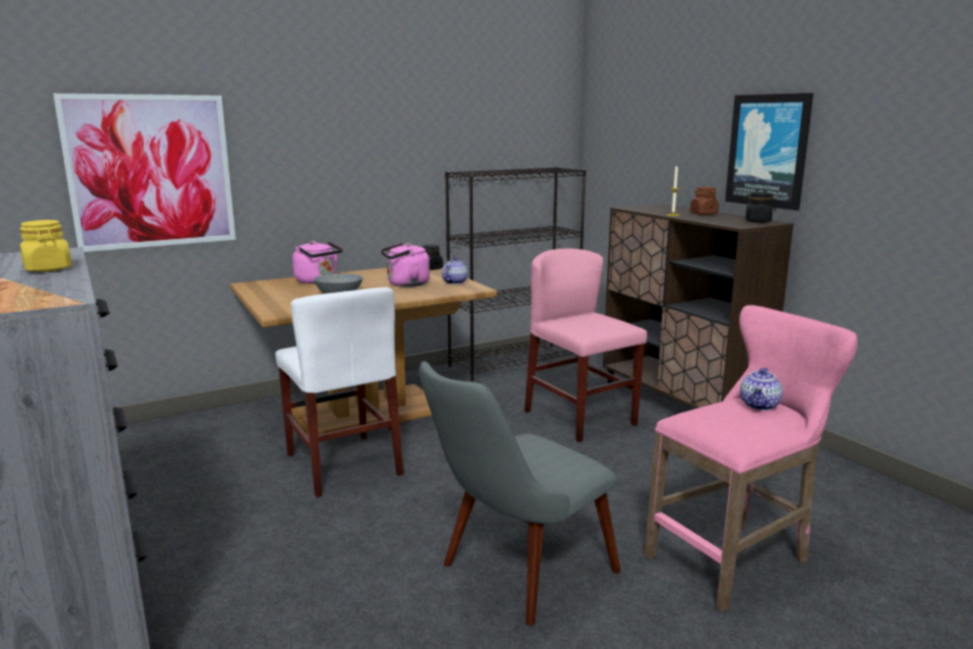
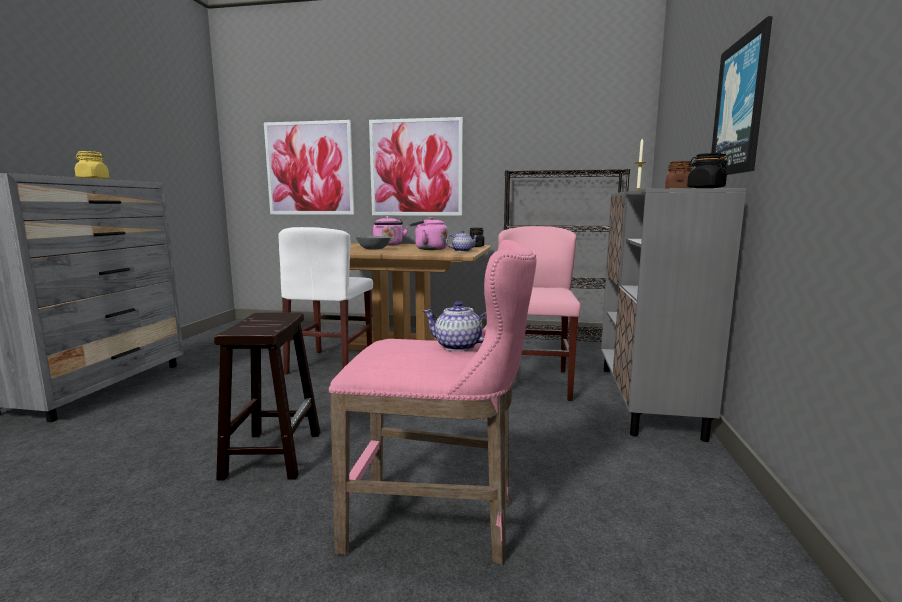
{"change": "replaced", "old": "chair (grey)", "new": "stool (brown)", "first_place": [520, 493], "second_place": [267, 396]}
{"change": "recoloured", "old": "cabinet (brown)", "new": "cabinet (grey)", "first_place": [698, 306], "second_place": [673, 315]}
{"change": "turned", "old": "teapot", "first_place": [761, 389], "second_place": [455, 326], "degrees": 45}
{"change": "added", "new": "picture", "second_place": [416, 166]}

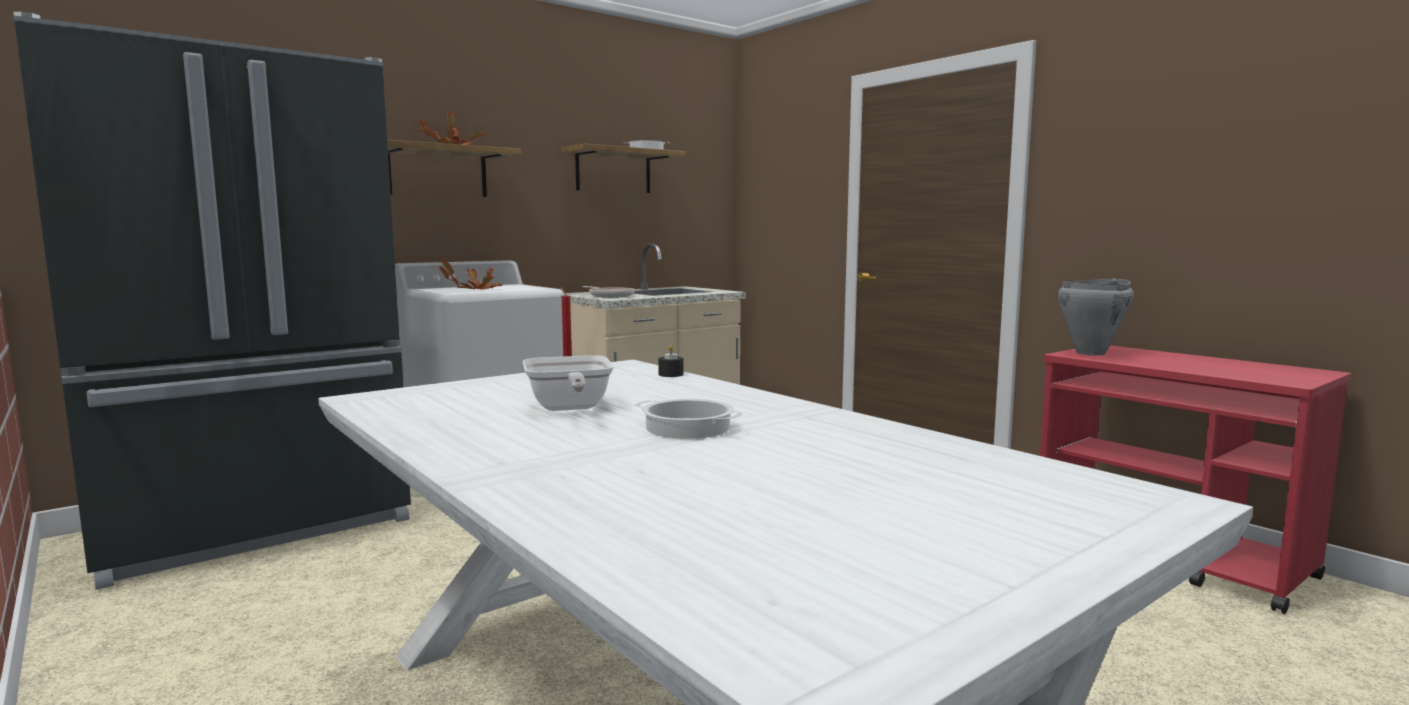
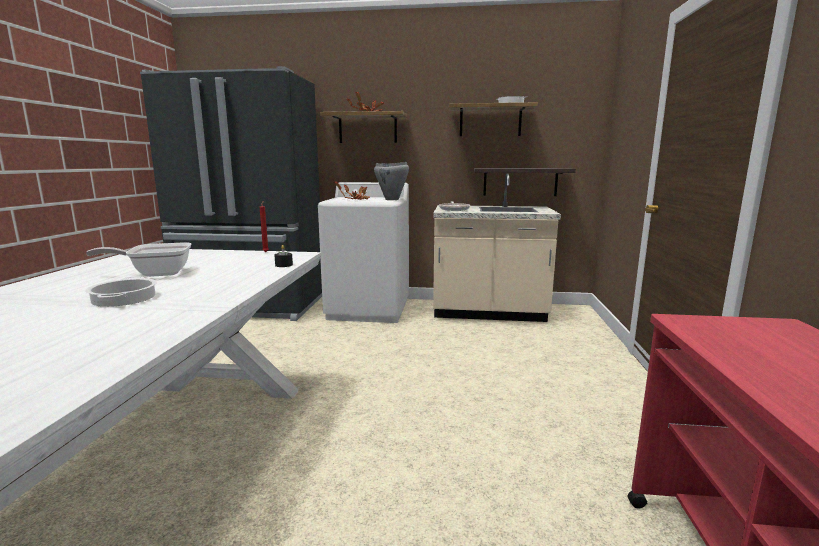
{"change": "turned", "old": "frying pan", "first_place": [568, 383], "second_place": [138, 259], "degrees": 45}
{"change": "moved", "old": "cooking pot (grey)", "first_place": [1096, 317], "second_place": [391, 181]}
{"change": "added", "new": "shelf", "second_place": [525, 182]}

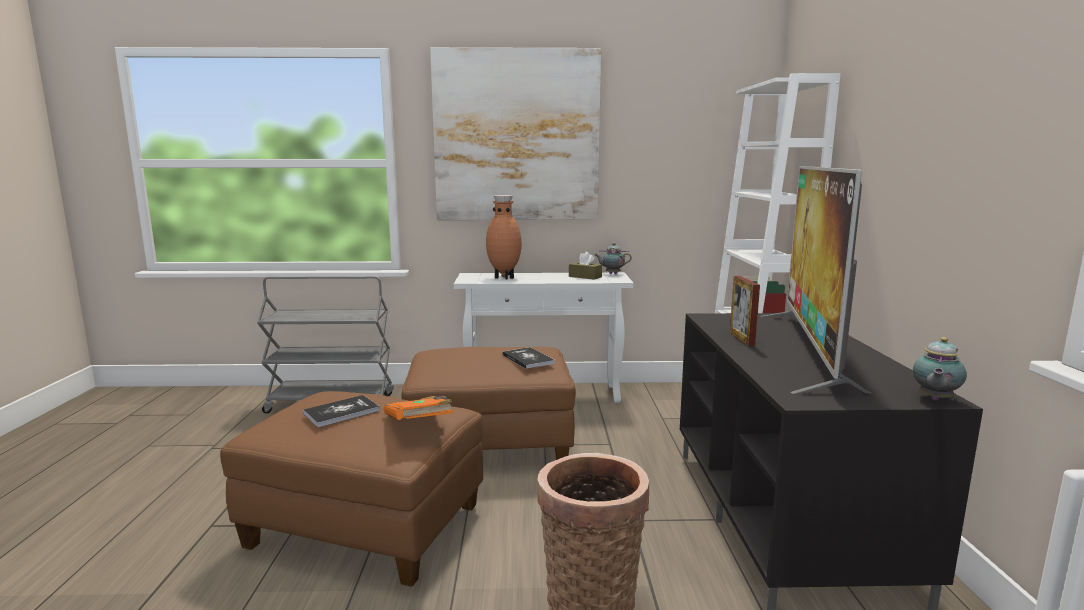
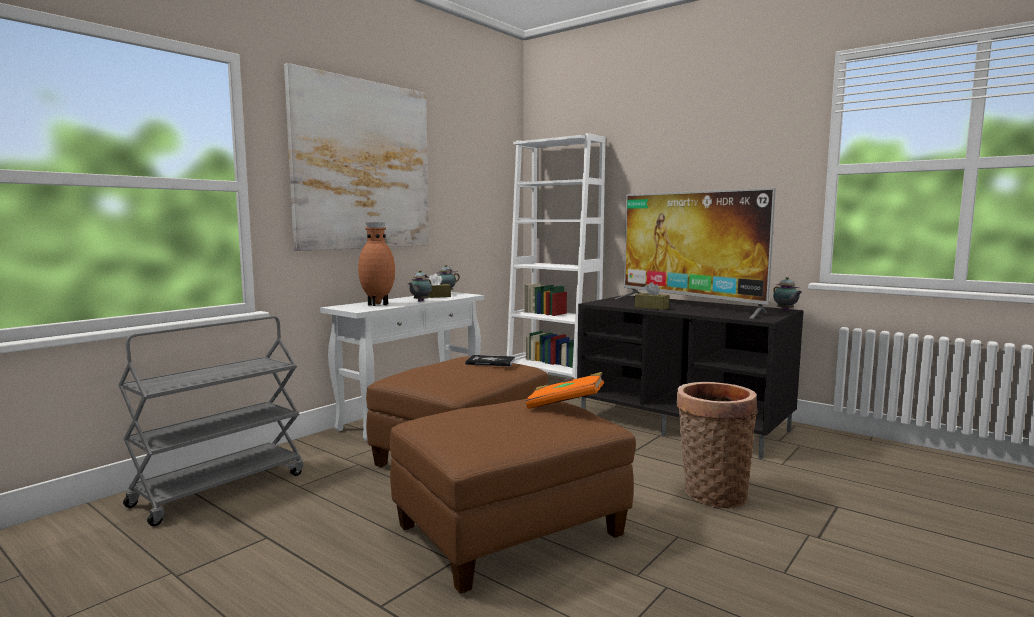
{"change": "removed", "old": "book", "first_place": [341, 411]}
{"change": "replaced", "old": "picture frame", "new": "tissue box (brown)", "first_place": [745, 311], "second_place": [652, 296]}
{"change": "added", "new": "teapot", "second_place": [420, 286]}

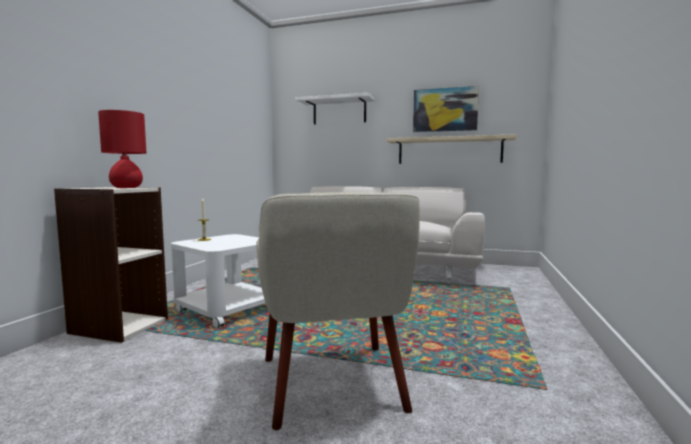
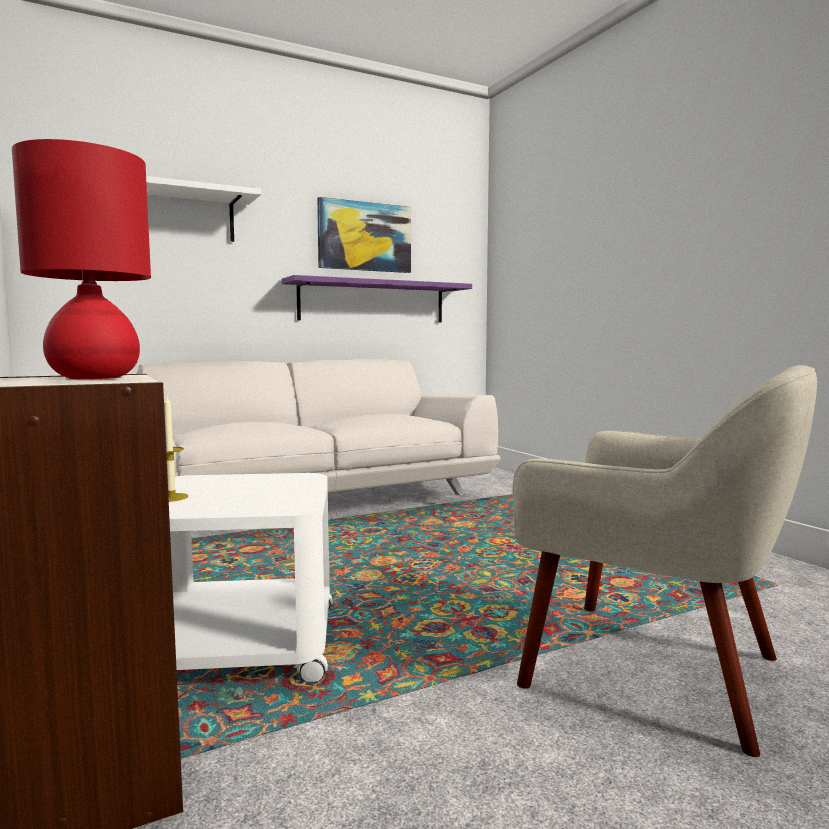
{"change": "recoloured", "old": "shelf (beige)", "new": "shelf (purple)", "first_place": [451, 149], "second_place": [376, 299]}

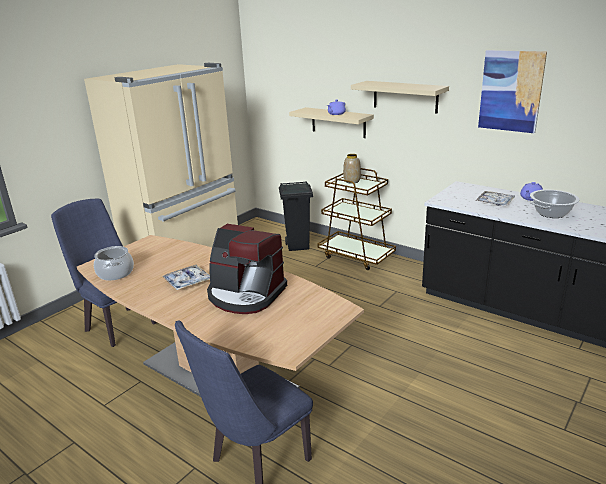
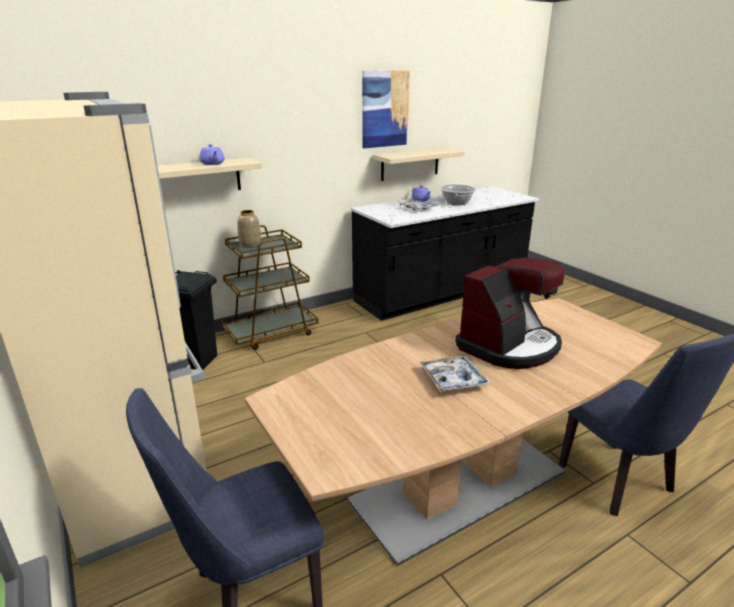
{"change": "removed", "old": "cooking pot", "first_place": [114, 263]}
{"change": "moved", "old": "shelf (beige)", "first_place": [400, 97], "second_place": [419, 164]}

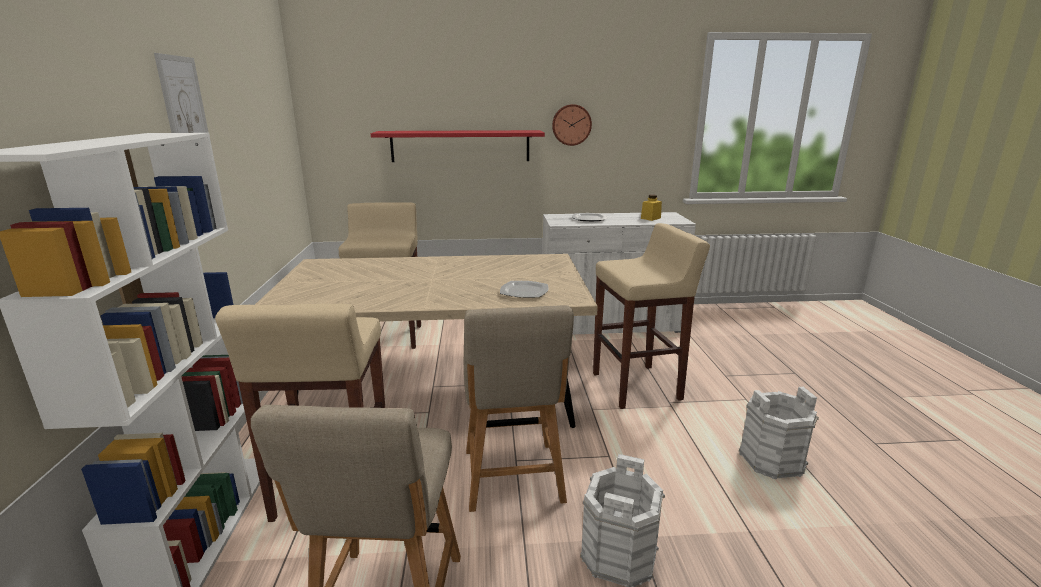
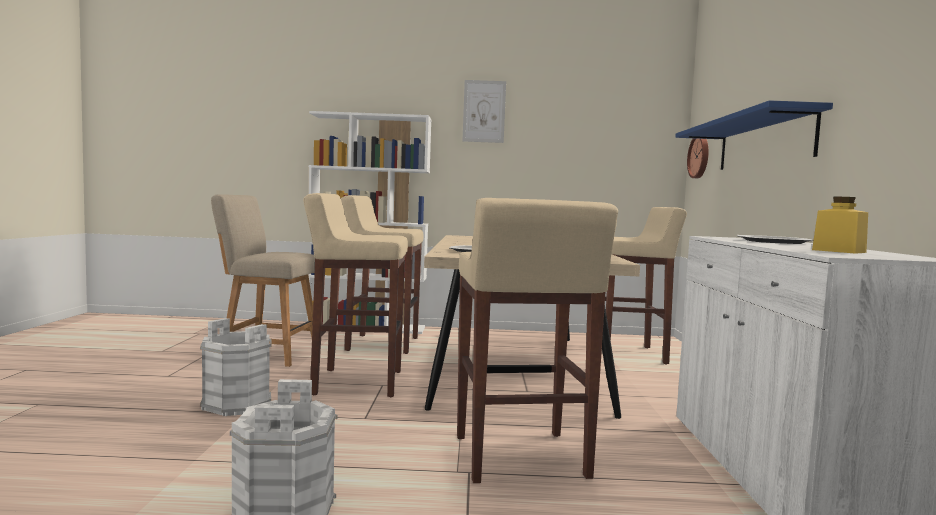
{"change": "recoloured", "old": "shelf (red)", "new": "shelf (blue)", "first_place": [458, 146], "second_place": [754, 135]}
{"change": "replaced", "old": "chair (beige)", "new": "stool (beige)", "first_place": [519, 408], "second_place": [355, 295]}
{"change": "moved", "old": "wall clock", "first_place": [572, 125], "second_place": [698, 158]}

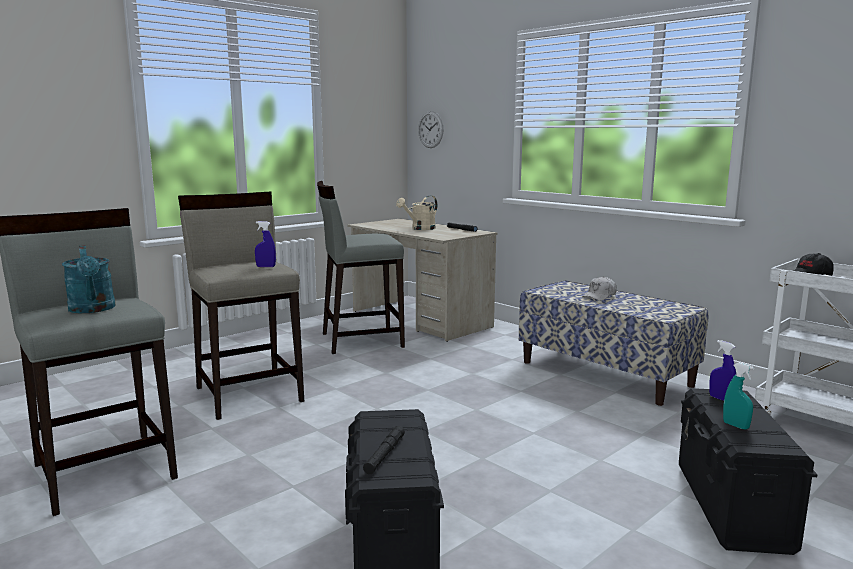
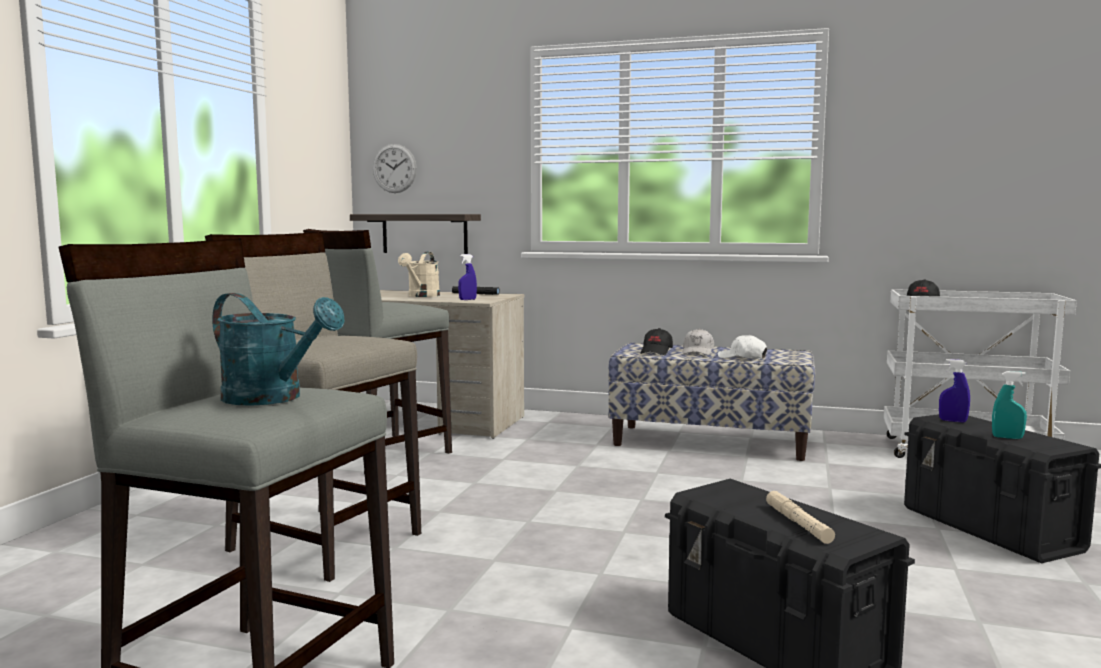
{"change": "moved", "old": "spray bottle (blue)", "first_place": [265, 244], "second_place": [467, 277]}
{"change": "recoloured", "old": "flashlight (black)", "new": "flashlight (beige)", "first_place": [384, 450], "second_place": [800, 517]}
{"change": "added", "new": "shelf", "second_place": [415, 234]}
{"change": "added", "new": "cap (black)", "second_place": [656, 341]}
{"change": "added", "new": "cap (white)", "second_place": [742, 347]}

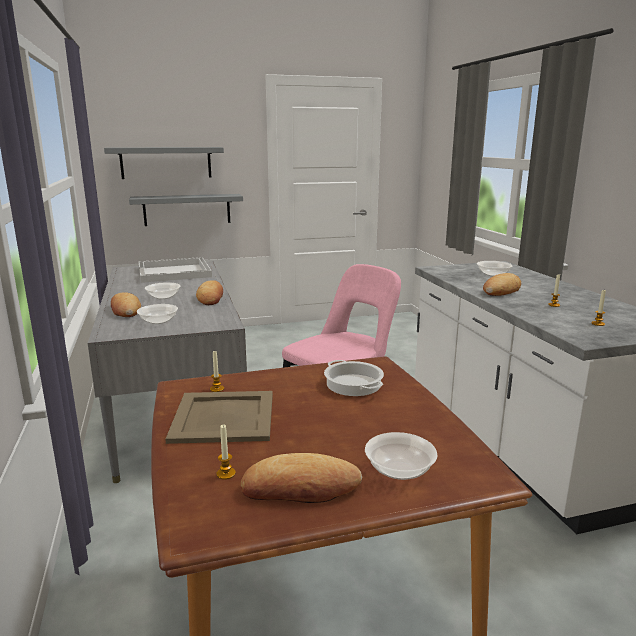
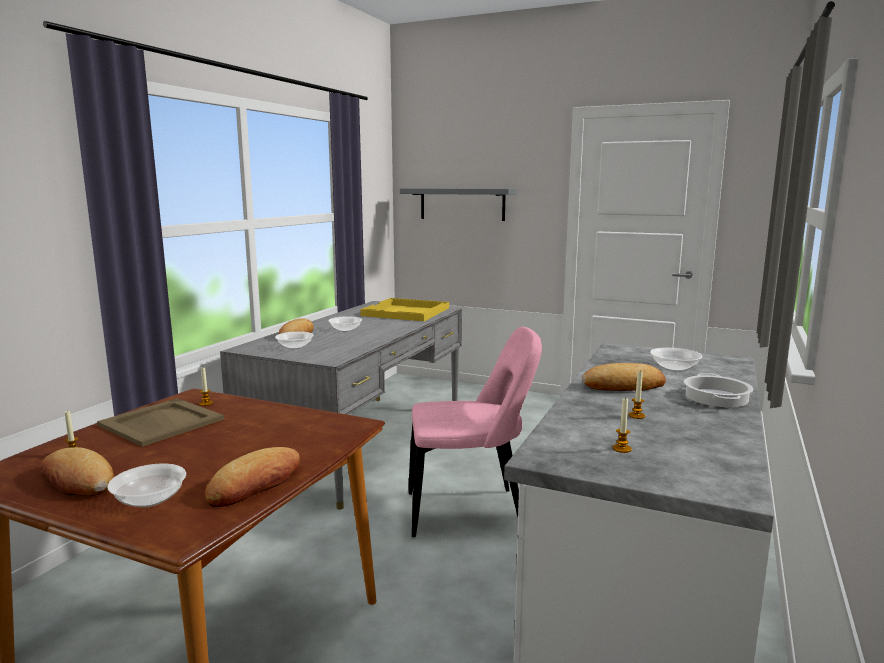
{"change": "removed", "old": "shelf (grey)", "first_place": [186, 210]}
{"change": "recoloured", "old": "tray (white)", "new": "tray (yellow)", "first_place": [175, 270], "second_place": [404, 309]}
{"change": "moved", "old": "bread", "first_place": [209, 292], "second_place": [252, 477]}
{"change": "moved", "old": "cooking pot", "first_place": [354, 378], "second_place": [718, 390]}

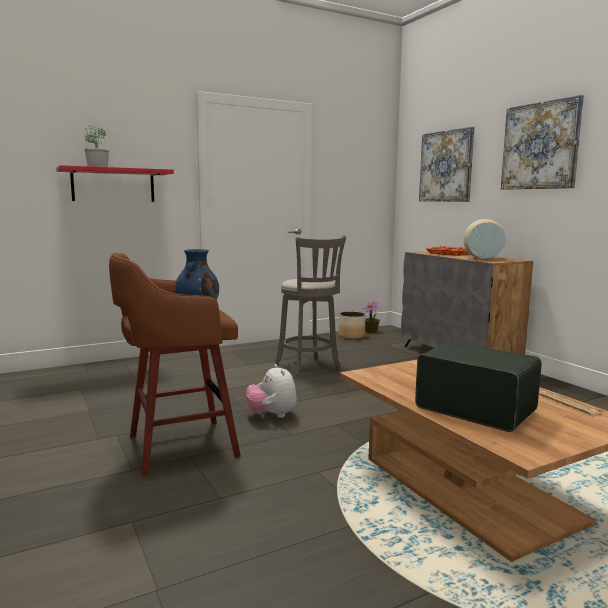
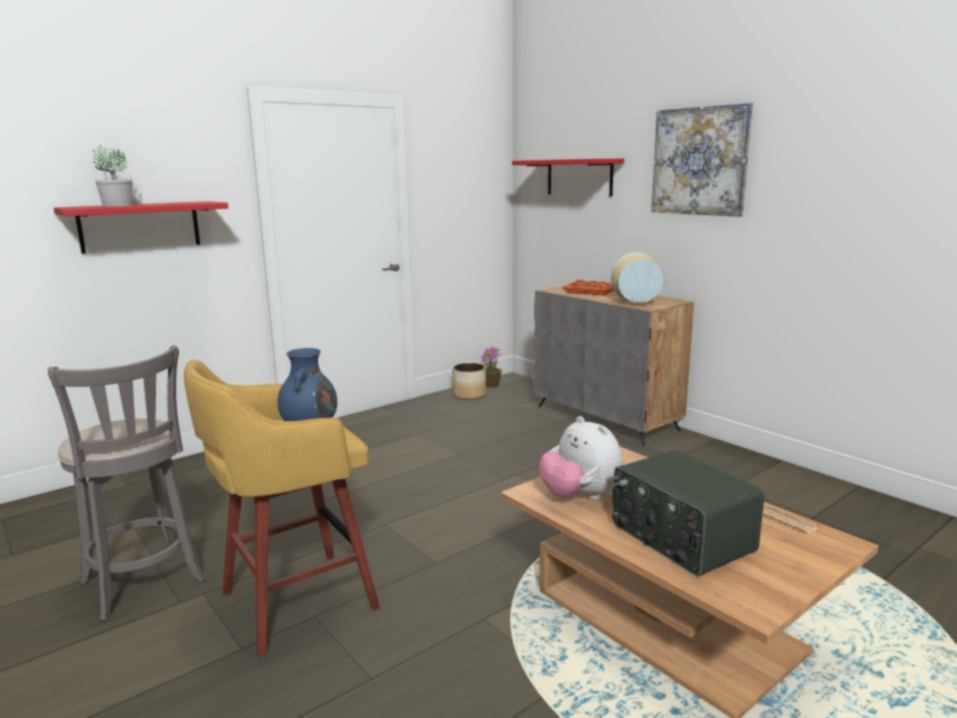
{"change": "recoloured", "old": "stool (brown)", "new": "stool (yellow)", "first_place": [175, 364], "second_place": [282, 508]}
{"change": "moved", "old": "plush toy", "first_place": [271, 391], "second_place": [581, 458]}
{"change": "moved", "old": "stool (grey)", "first_place": [310, 305], "second_place": [126, 483]}
{"change": "turned", "old": "radio", "first_place": [478, 386], "second_place": [688, 513], "degrees": -150}
{"change": "replaced", "old": "picture", "new": "shelf (red)", "first_place": [447, 164], "second_place": [568, 177]}

